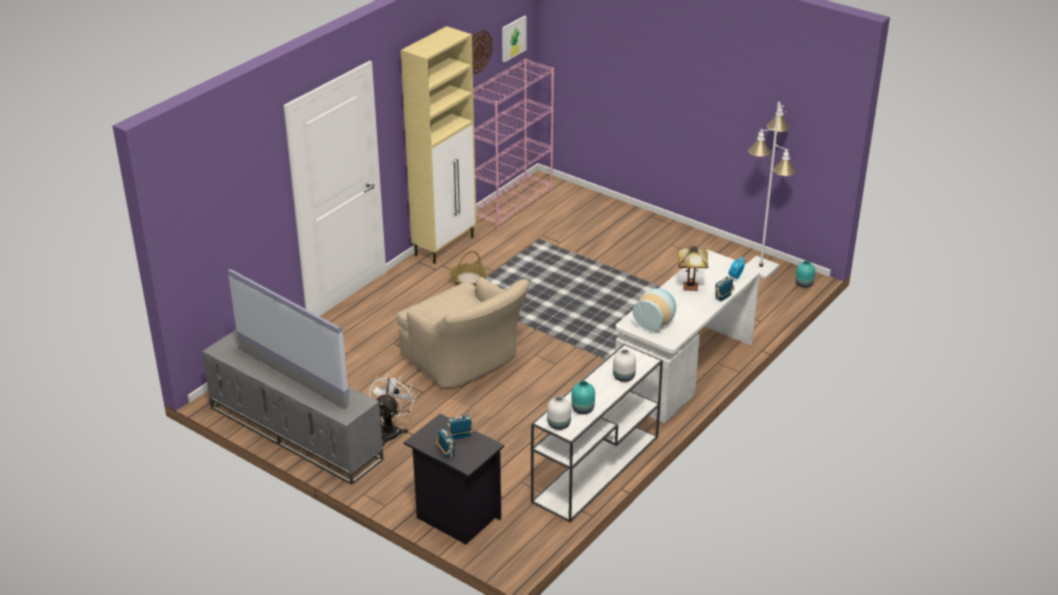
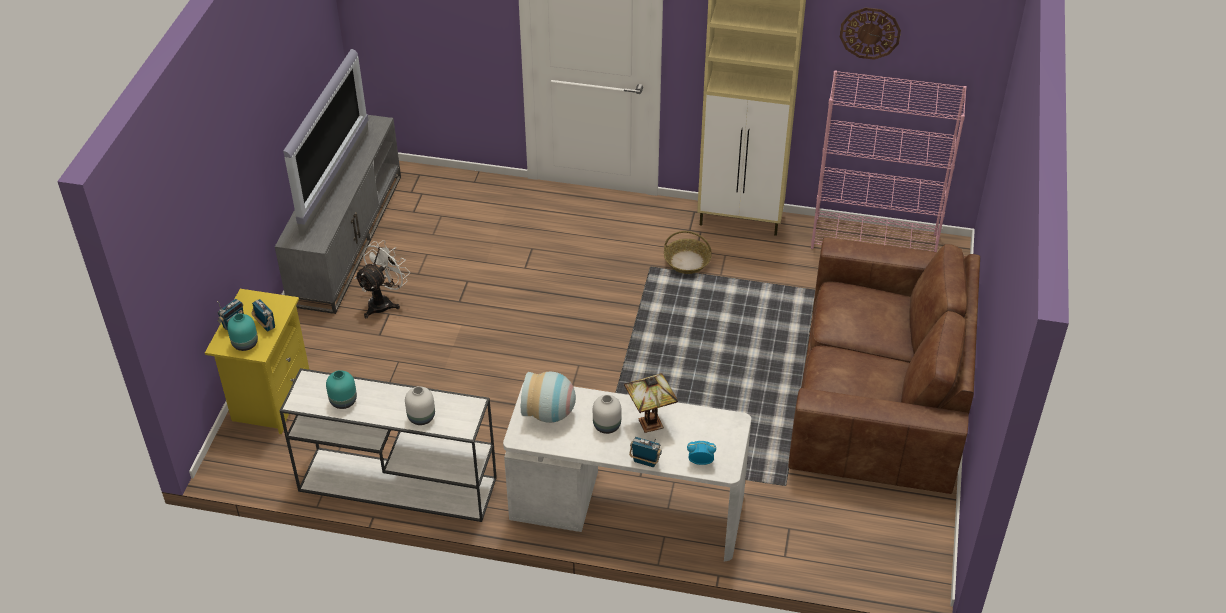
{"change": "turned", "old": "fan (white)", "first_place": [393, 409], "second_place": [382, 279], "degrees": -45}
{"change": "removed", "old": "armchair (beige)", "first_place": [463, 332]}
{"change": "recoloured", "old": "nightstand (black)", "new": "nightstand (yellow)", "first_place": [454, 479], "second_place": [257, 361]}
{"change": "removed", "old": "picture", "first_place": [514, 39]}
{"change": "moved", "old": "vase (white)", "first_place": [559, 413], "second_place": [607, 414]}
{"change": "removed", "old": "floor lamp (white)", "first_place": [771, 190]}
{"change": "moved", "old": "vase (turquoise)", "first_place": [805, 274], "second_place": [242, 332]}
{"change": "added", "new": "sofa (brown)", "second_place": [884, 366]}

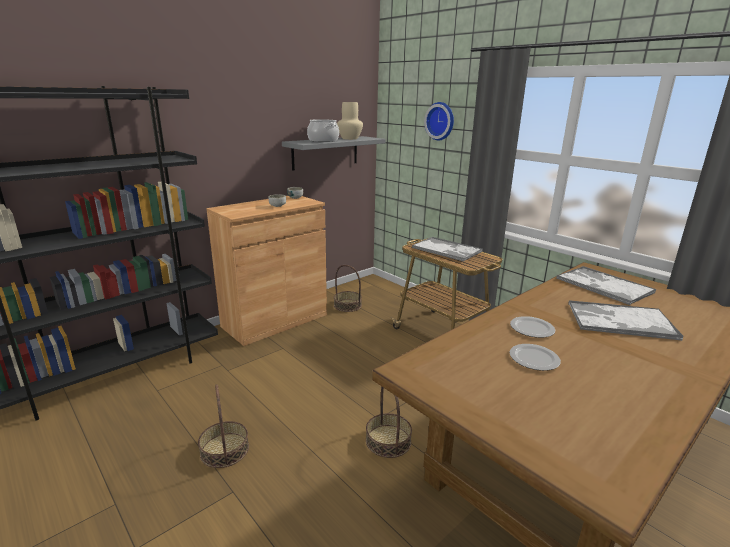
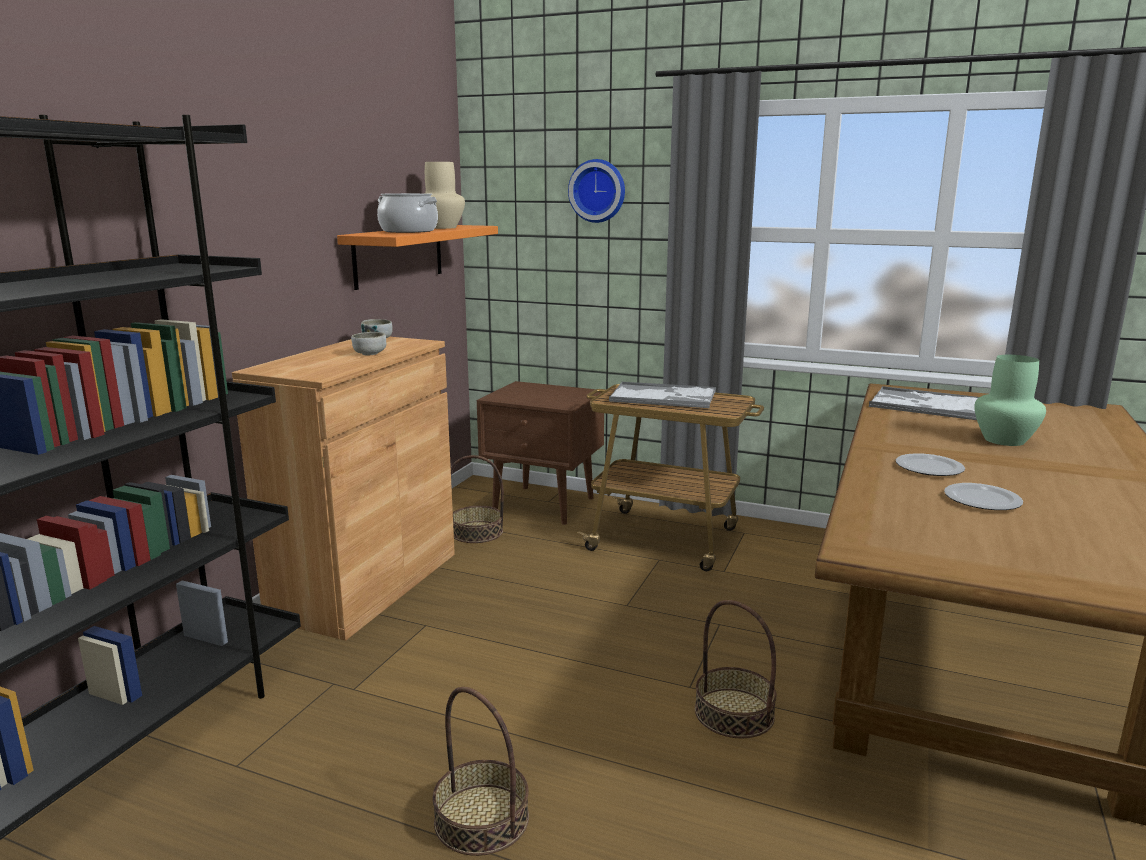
{"change": "recoloured", "old": "shelf (grey)", "new": "shelf (orange)", "first_place": [334, 153], "second_place": [417, 257]}
{"change": "replaced", "old": "tray", "new": "vase (green)", "first_place": [626, 320], "second_place": [1010, 400]}
{"change": "added", "new": "nightstand (brown)", "second_place": [540, 453]}

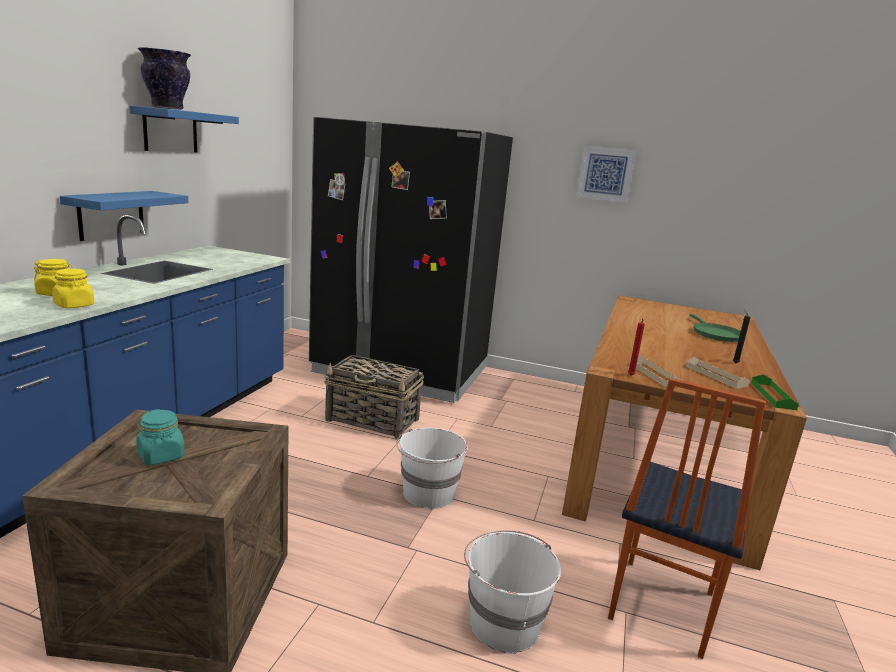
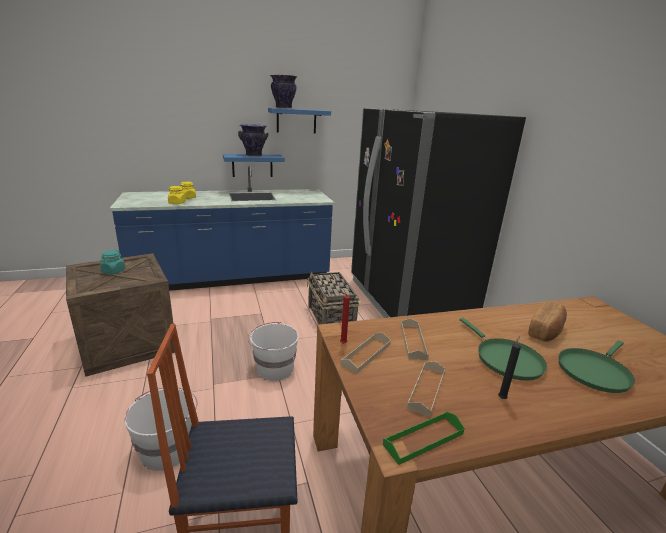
{"change": "removed", "old": "picture", "first_place": [606, 174]}
{"change": "added", "new": "vase", "second_place": [253, 140]}
{"change": "added", "new": "tray (beige)", "second_place": [414, 339]}
{"change": "added", "new": "frying pan (green)", "second_place": [503, 349]}
{"change": "added", "new": "bread", "second_place": [547, 321]}

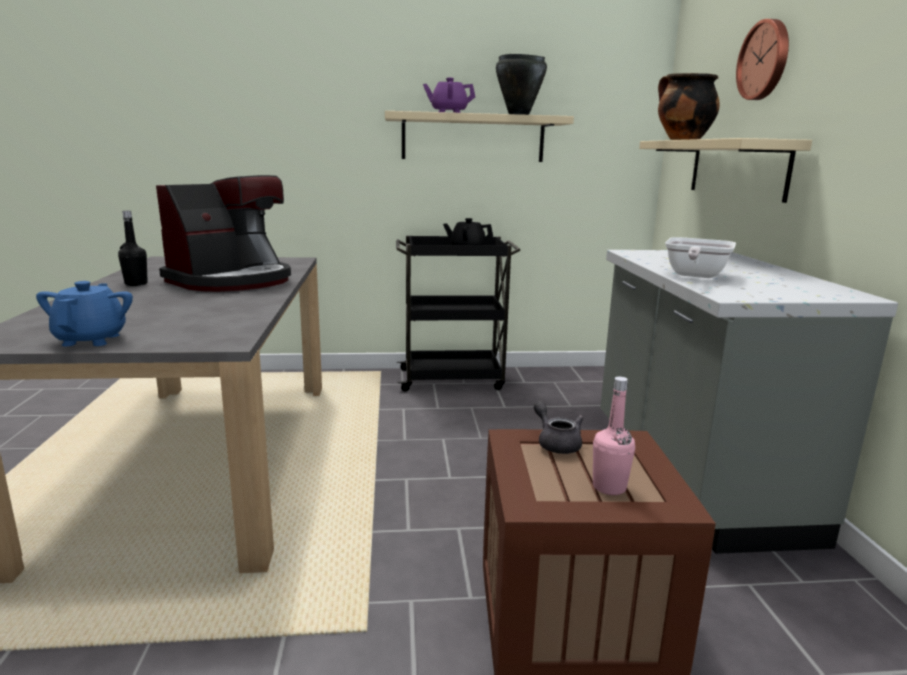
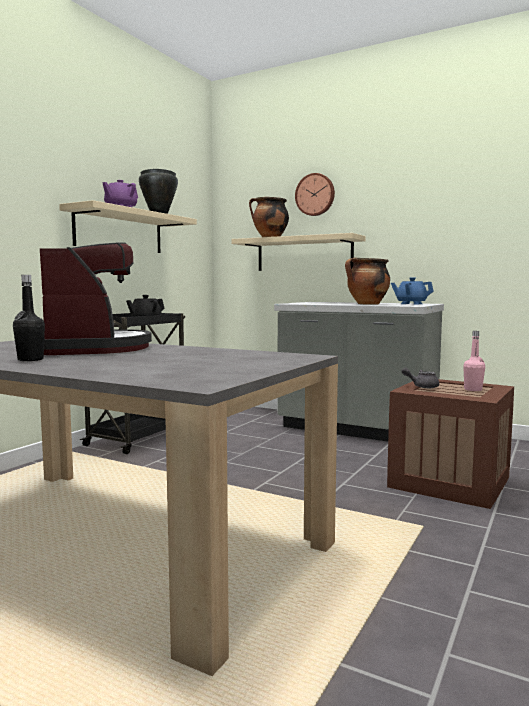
{"change": "moved", "old": "teapot (blue)", "first_place": [84, 313], "second_place": [412, 291]}
{"change": "replaced", "old": "frying pan", "new": "cooking pot", "first_place": [700, 257], "second_place": [367, 281]}

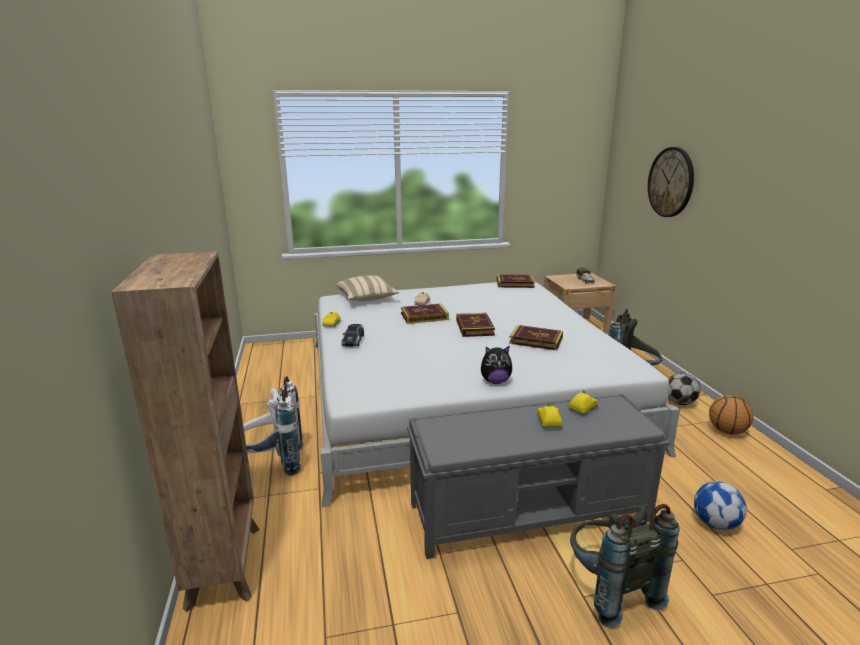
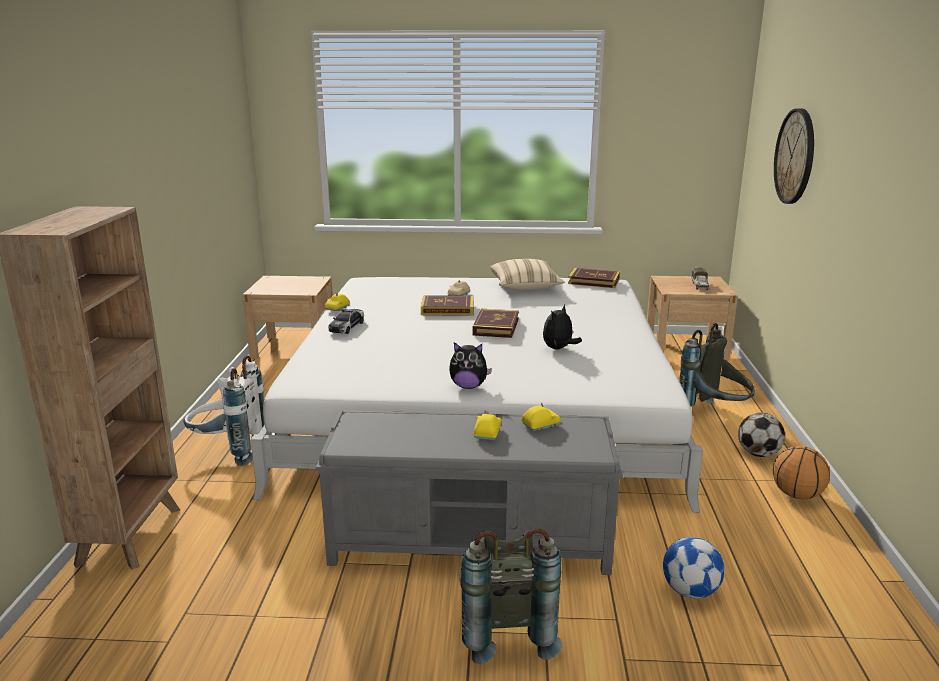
{"change": "moved", "old": "pillow (beige)", "first_place": [367, 288], "second_place": [527, 274]}
{"change": "replaced", "old": "book", "new": "plush toy", "first_place": [536, 338], "second_place": [562, 326]}
{"change": "added", "new": "nightstand (beige)", "second_place": [288, 317]}

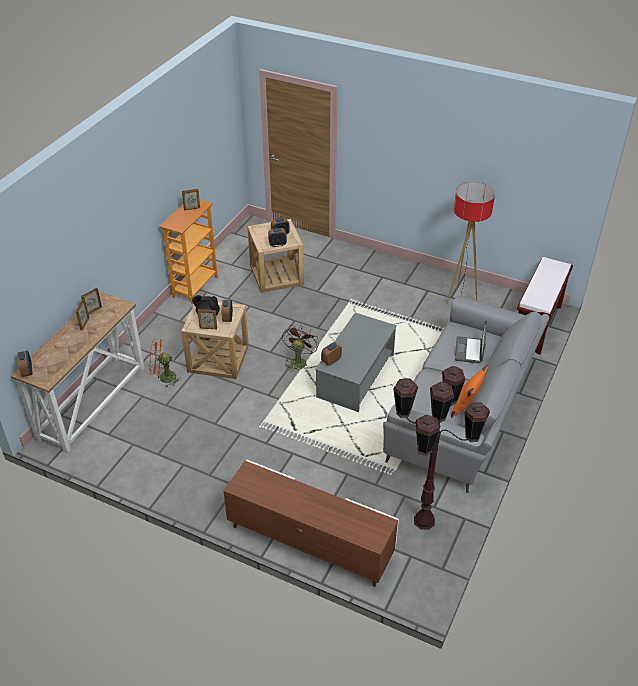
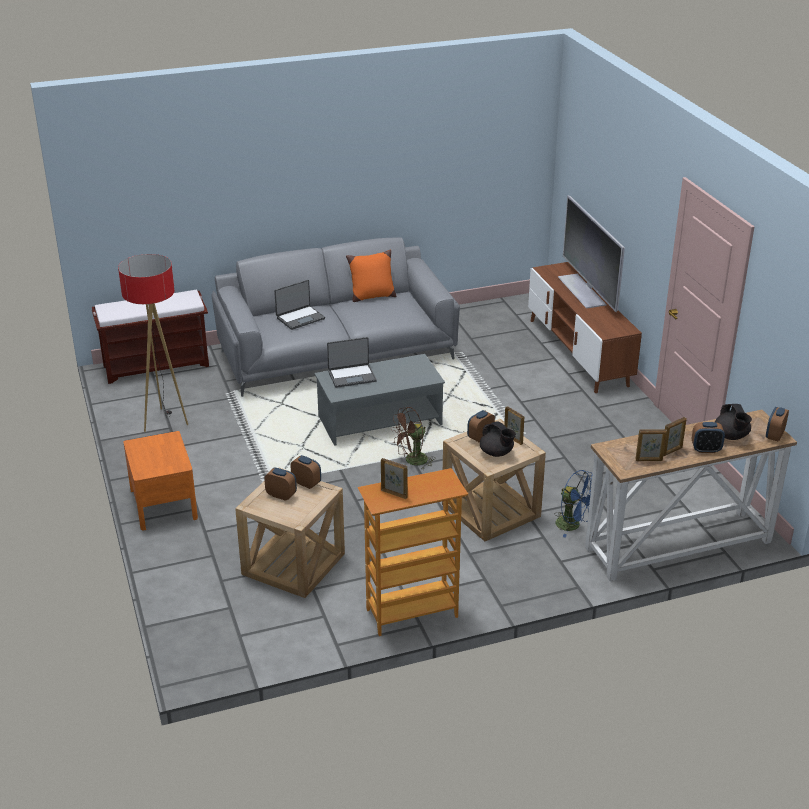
{"change": "recoloured", "old": "fan (orange)", "new": "fan (blue)", "first_place": [165, 363], "second_place": [573, 504]}
{"change": "moved", "old": "alarm clock", "first_place": [331, 354], "second_place": [708, 437]}
{"change": "removed", "old": "floor lamp (brown)", "first_place": [441, 448]}
{"change": "added", "new": "nightstand (orange)", "second_place": [160, 480]}
{"change": "added", "new": "laptop", "second_place": [352, 362]}
{"change": "added", "new": "television", "second_place": [591, 253]}
{"change": "added", "new": "teapot (black)", "second_place": [733, 422]}

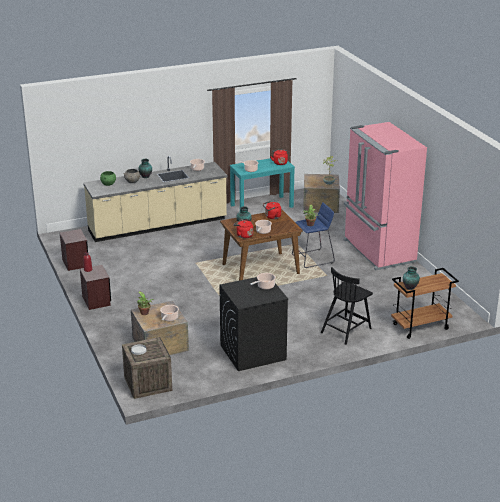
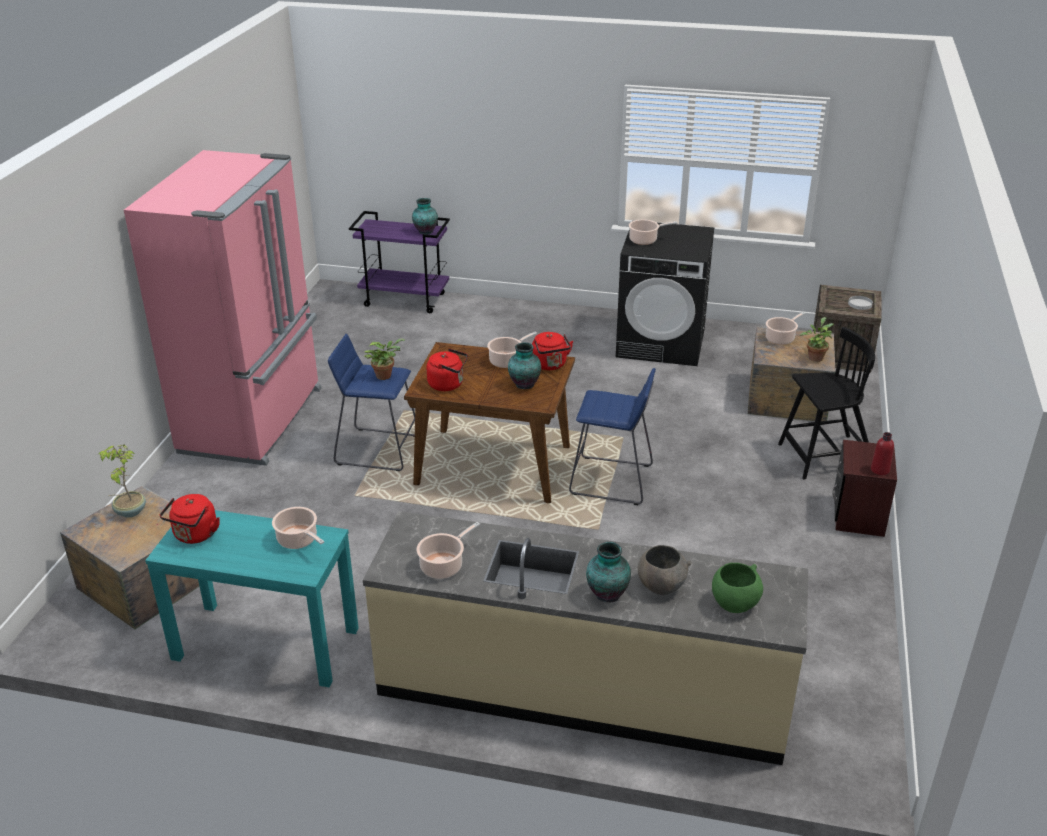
{"change": "removed", "old": "nightstand (brown)", "first_place": [74, 250]}
{"change": "moved", "old": "chair (black)", "first_place": [347, 306], "second_place": [826, 403]}
{"change": "recoloured", "old": "cart (brown)", "new": "cart (purple)", "first_place": [425, 303], "second_place": [399, 262]}
{"change": "added", "new": "stool (blue)", "second_place": [612, 436]}

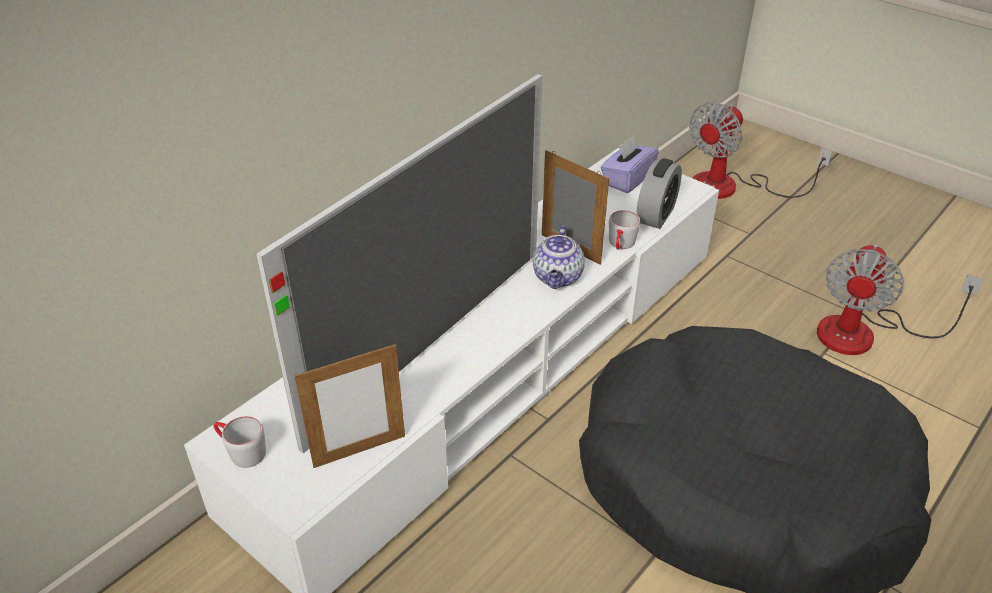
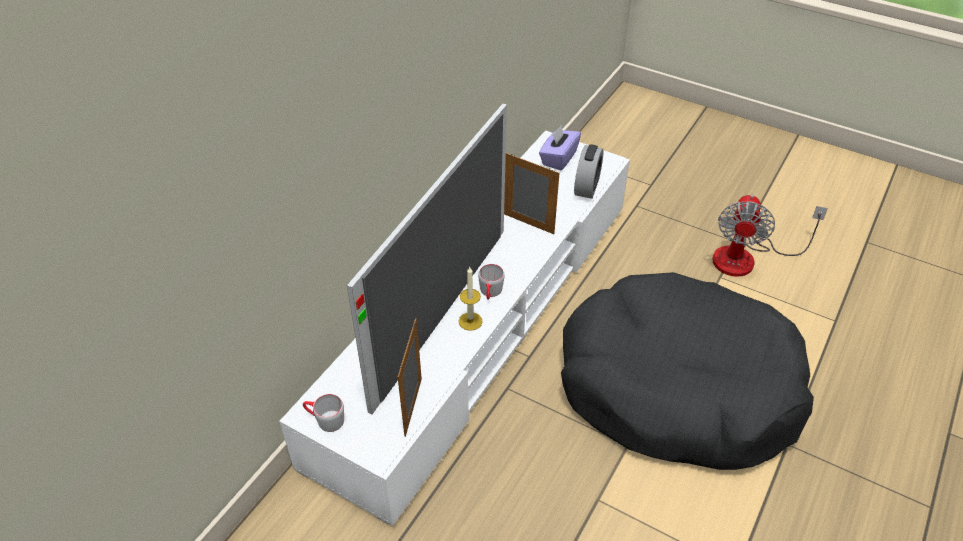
{"change": "turned", "old": "picture frame", "first_place": [349, 406], "second_place": [410, 377], "degrees": 135}
{"change": "removed", "old": "teapot", "first_place": [559, 257]}
{"change": "moved", "old": "mug (grey)", "first_place": [624, 230], "second_place": [491, 282]}
{"change": "removed", "old": "fan", "first_place": [761, 150]}
{"change": "added", "new": "candle", "second_place": [470, 299]}

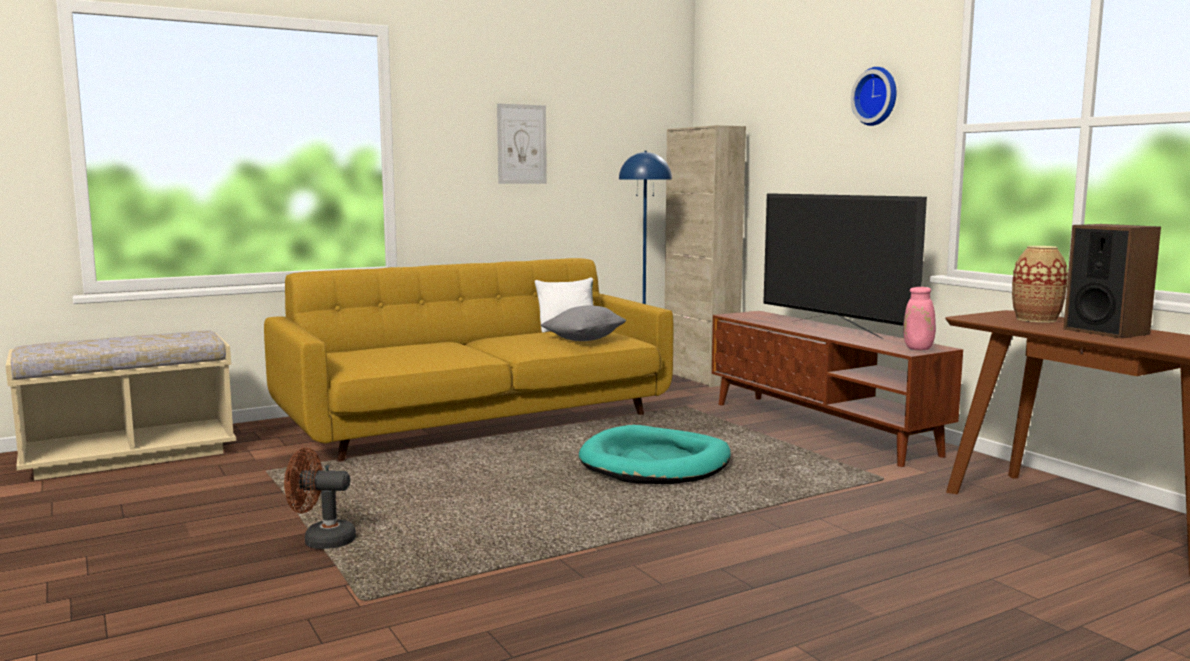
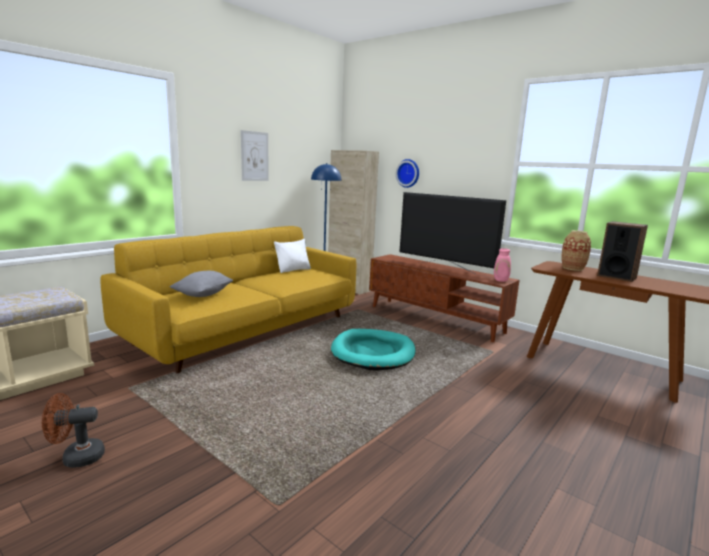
{"change": "moved", "old": "fan (brown)", "first_place": [320, 498], "second_place": [73, 430]}
{"change": "moved", "old": "pillow (grey)", "first_place": [583, 323], "second_place": [201, 284]}
{"change": "moved", "old": "wall clock", "first_place": [874, 96], "second_place": [407, 173]}

